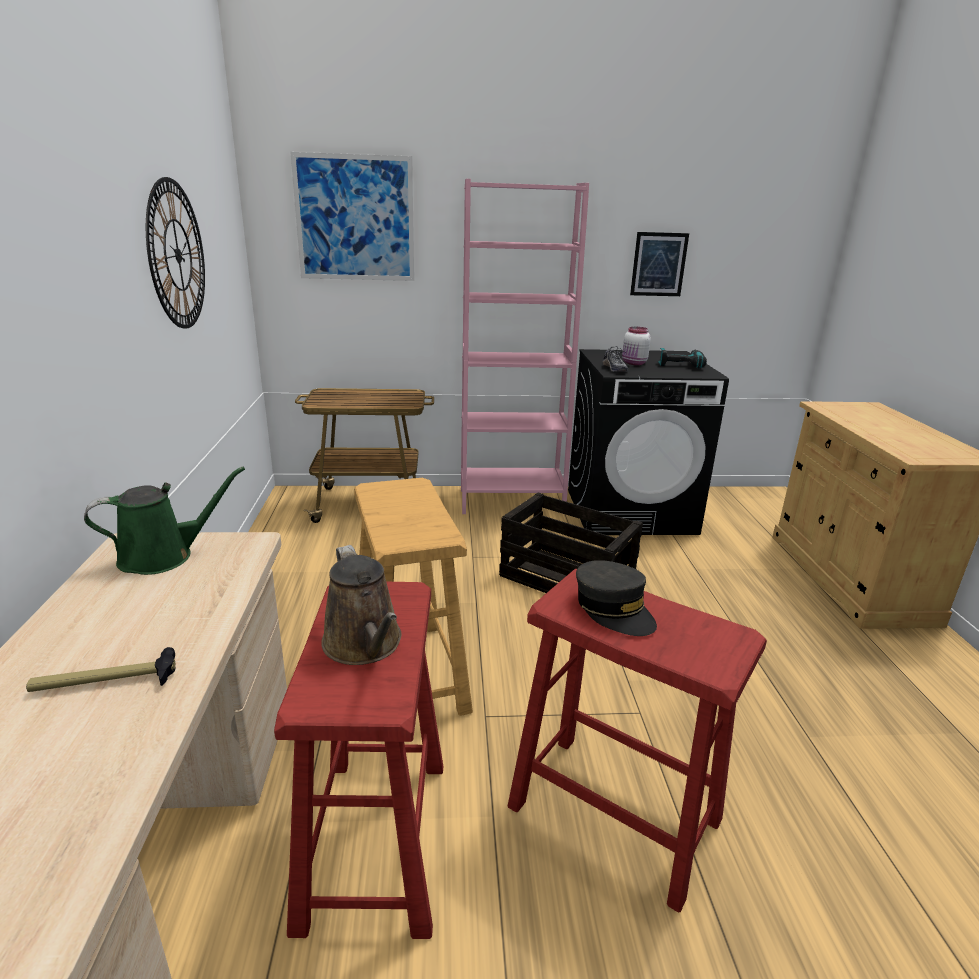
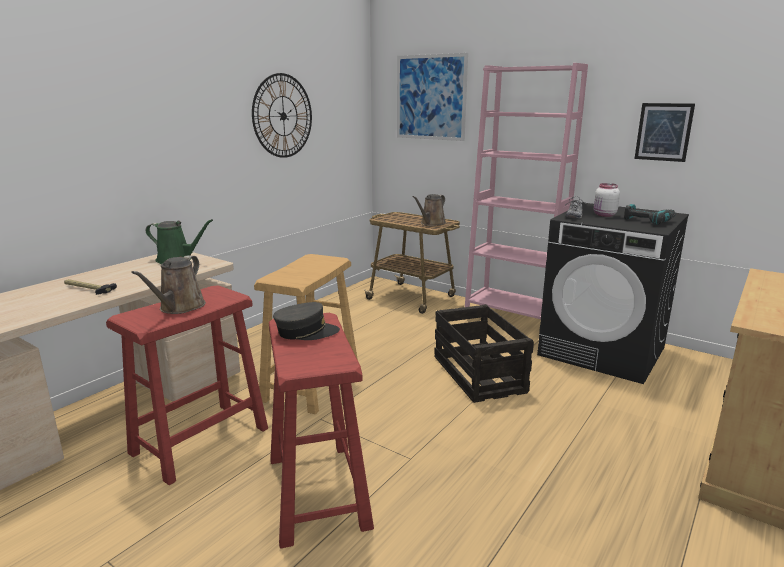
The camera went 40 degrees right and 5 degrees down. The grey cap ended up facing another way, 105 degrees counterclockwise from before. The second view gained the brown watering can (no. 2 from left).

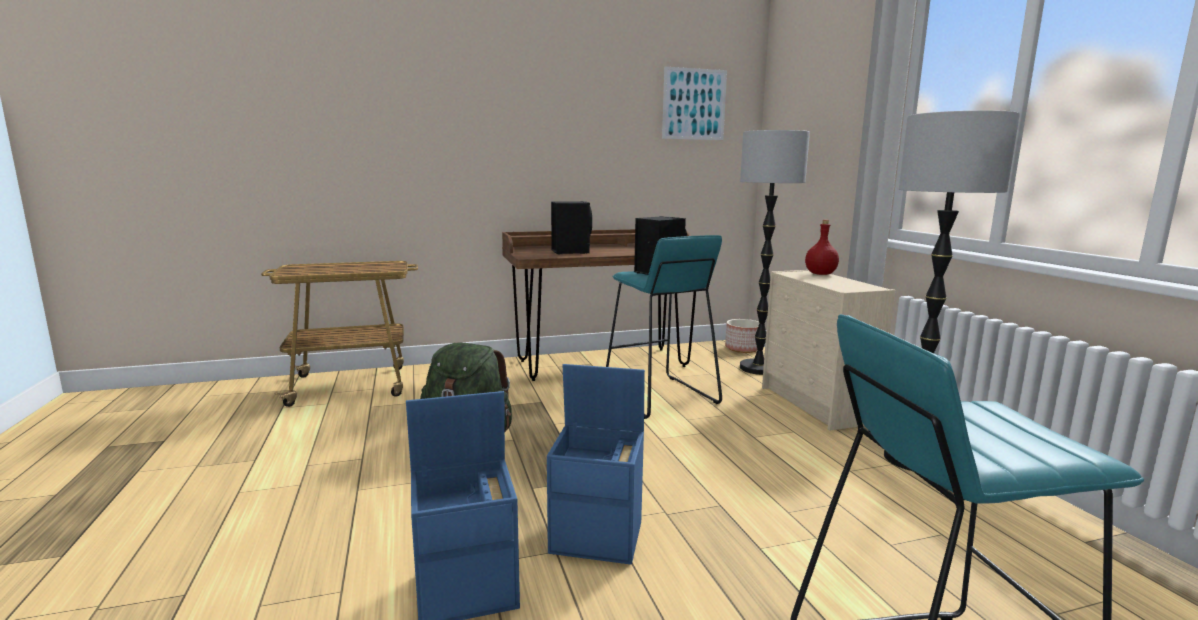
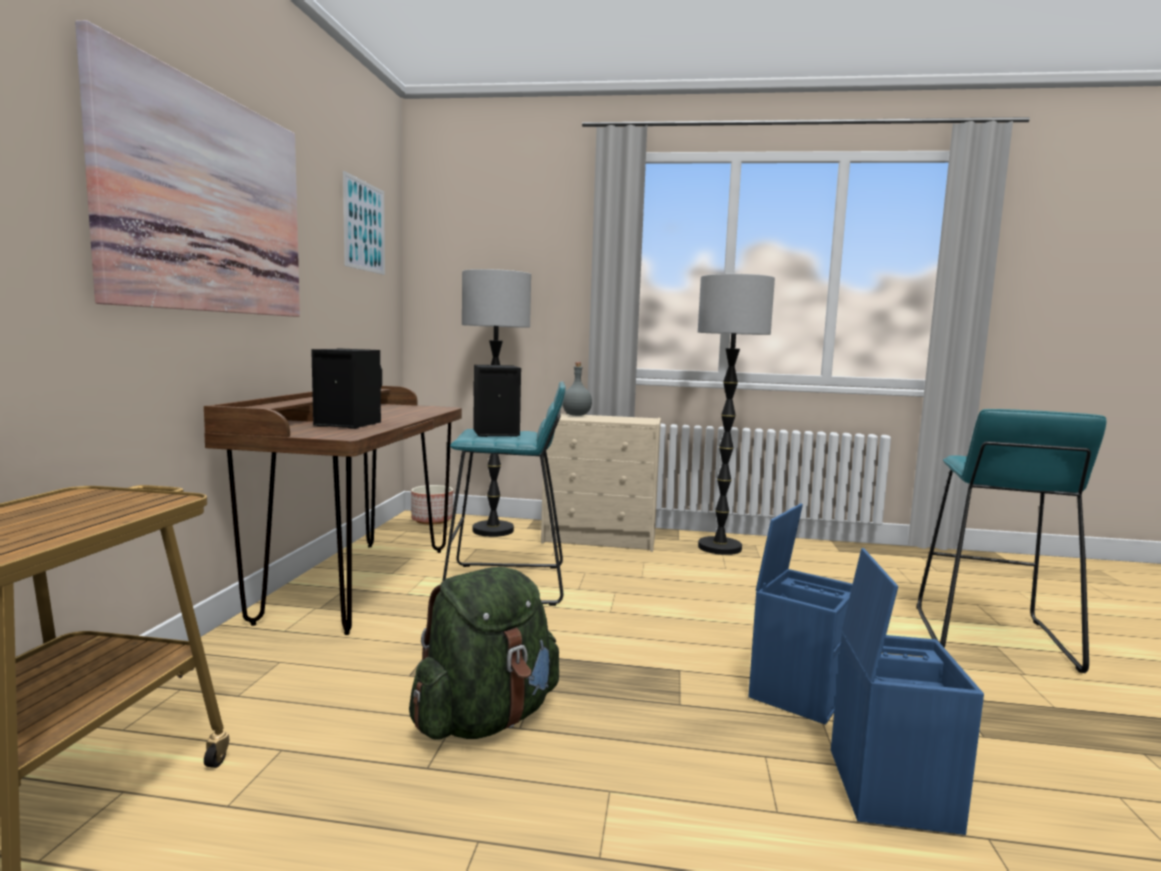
The camera went 65 degrees left and 5 degrees down. What was the red bottle turned into the grey bottle. The second view gained the picture (no. 1 from left).

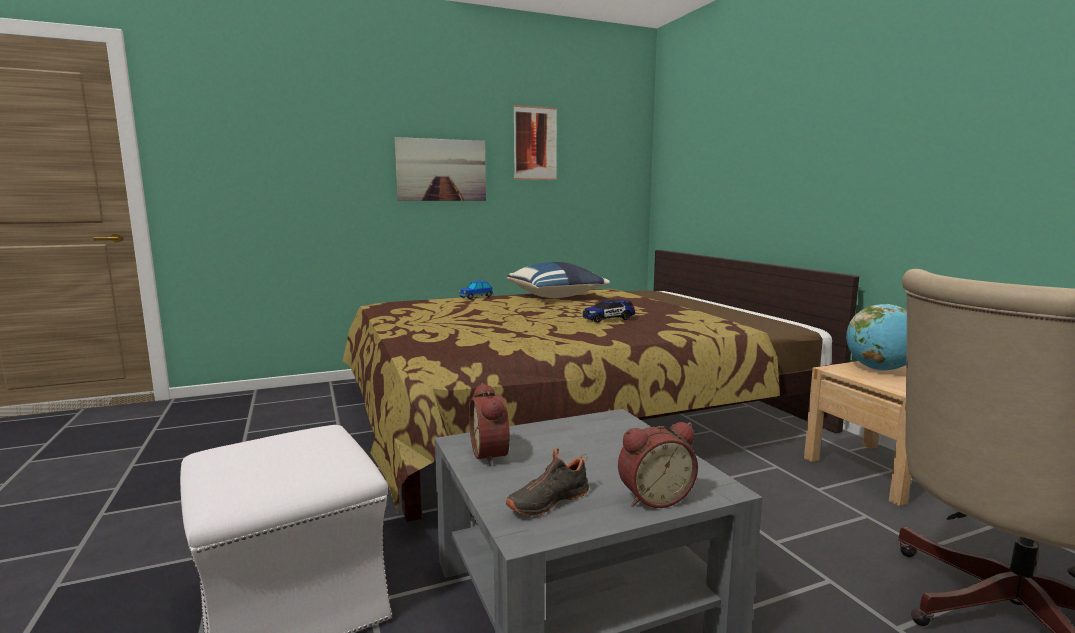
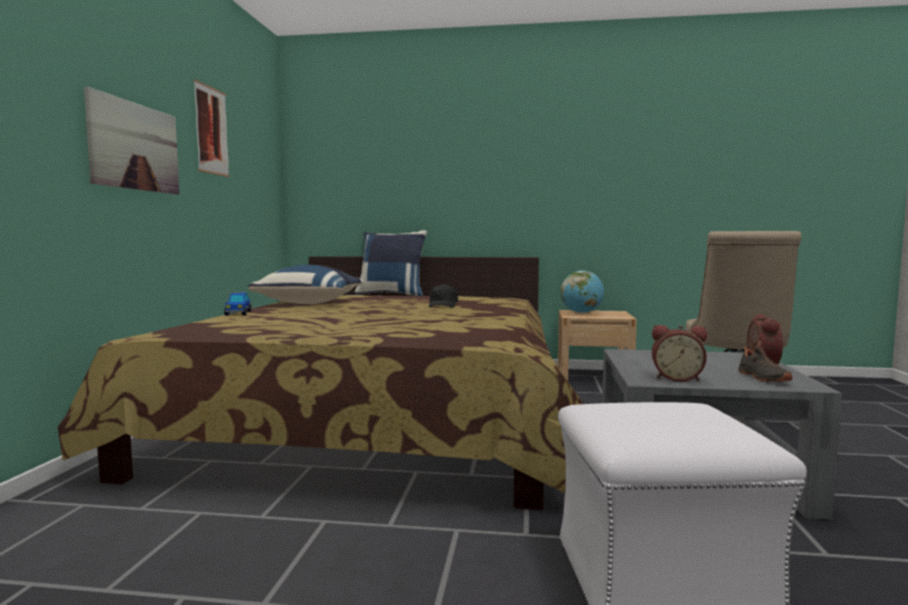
The camera went 60 degrees left and 5 degrees down. Where the toy car (no. 2 from left) stood, the black cap came to stand. The second view gained the blue pillow (no. 2 from left).

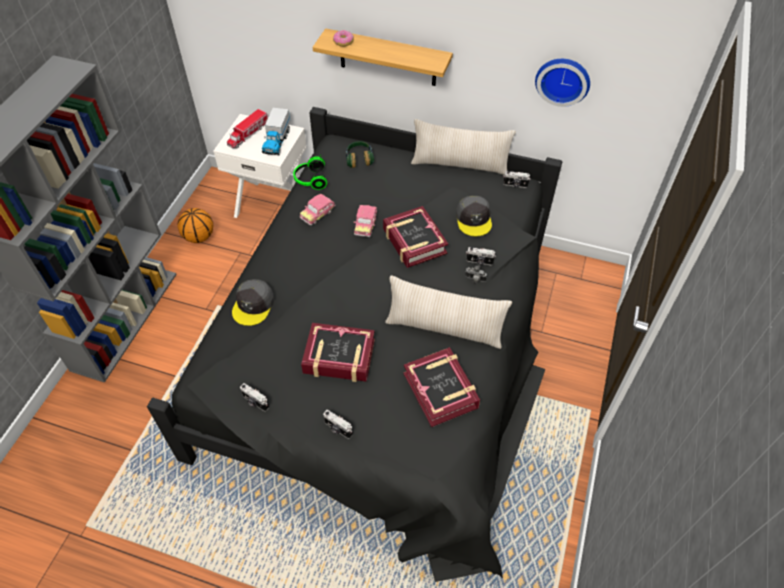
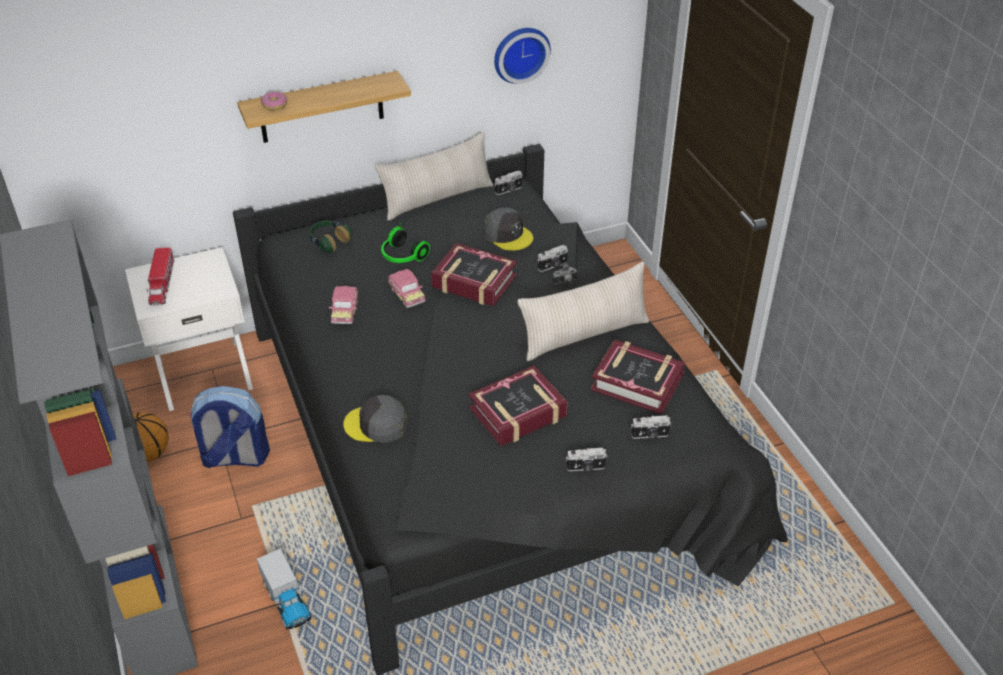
The camera went 40 degrees left and 10 degrees down. The grey cap (no. 1 from left) ended up facing another way, 120 degrees clockwise from before. The photo camera (no. 1 from left in the first image) ended up elsewhere. The toy truck (no. 2 from left) ended up elsewhere. The headphones (no. 1 from left in the first image) ended up elsewhere. The second view gained the backpack.

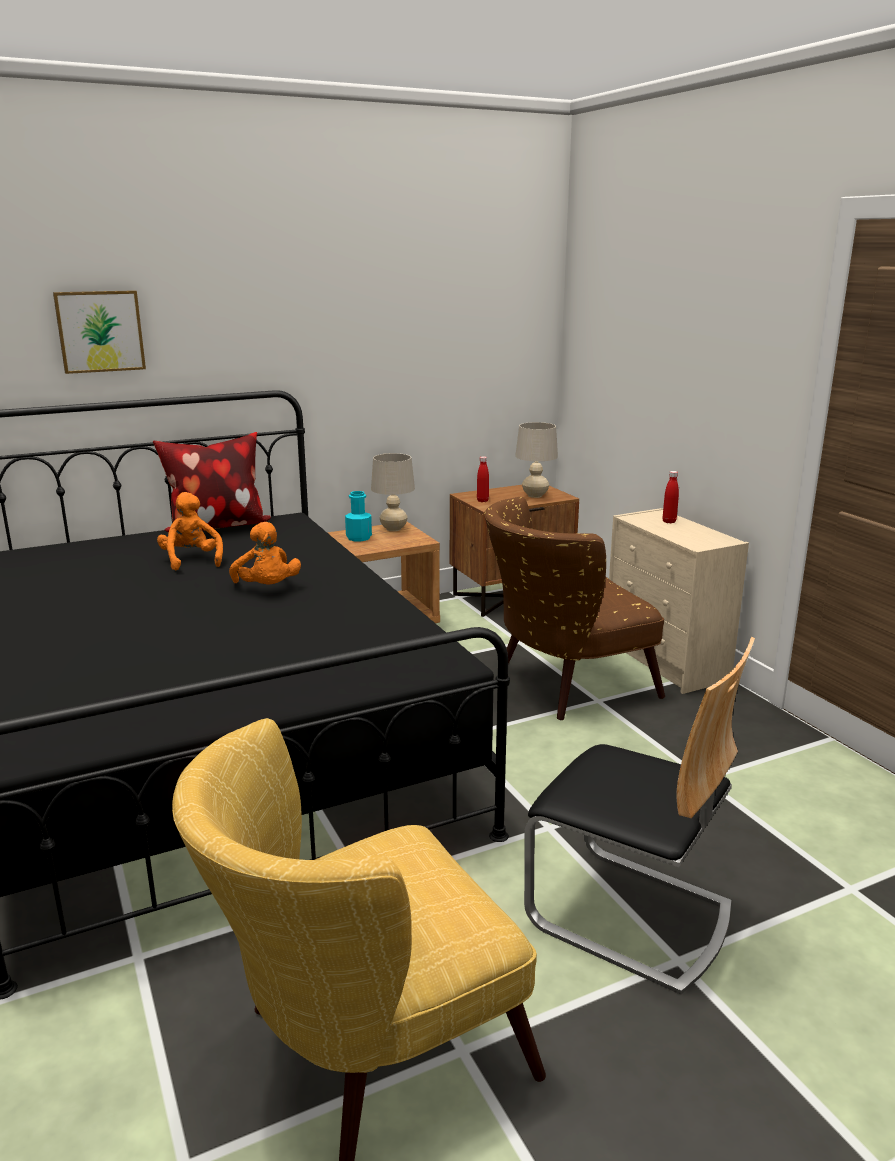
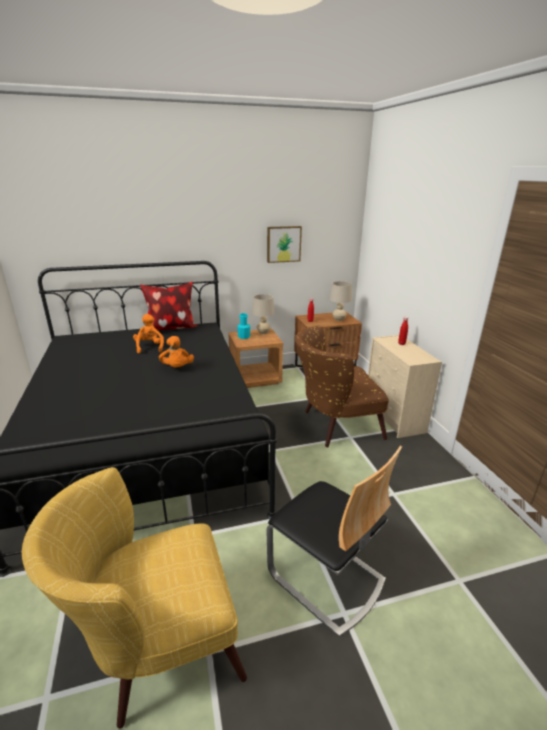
The camera went 10 degrees right and 5 degrees up. The picture ended up elsewhere.

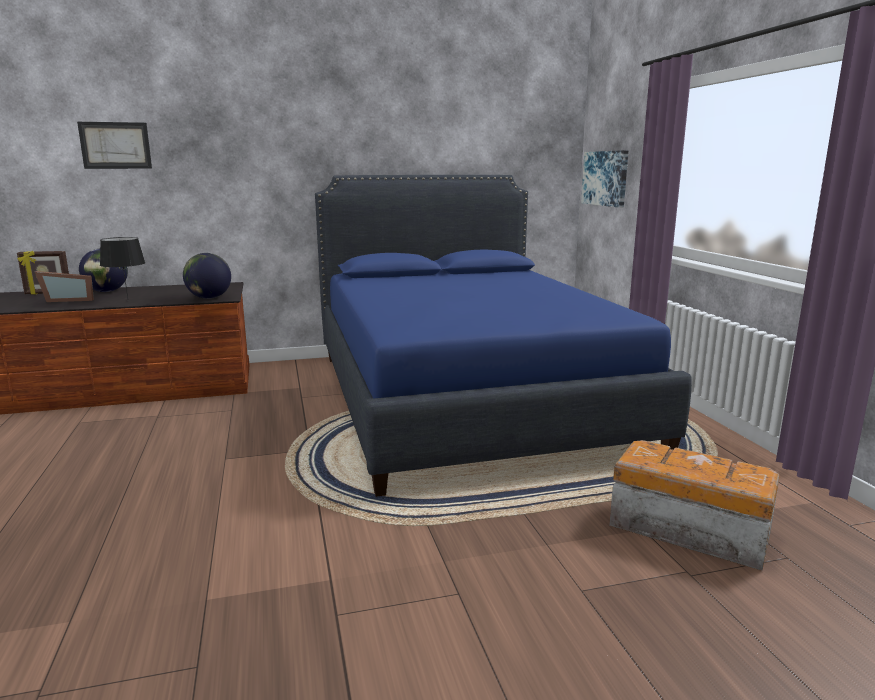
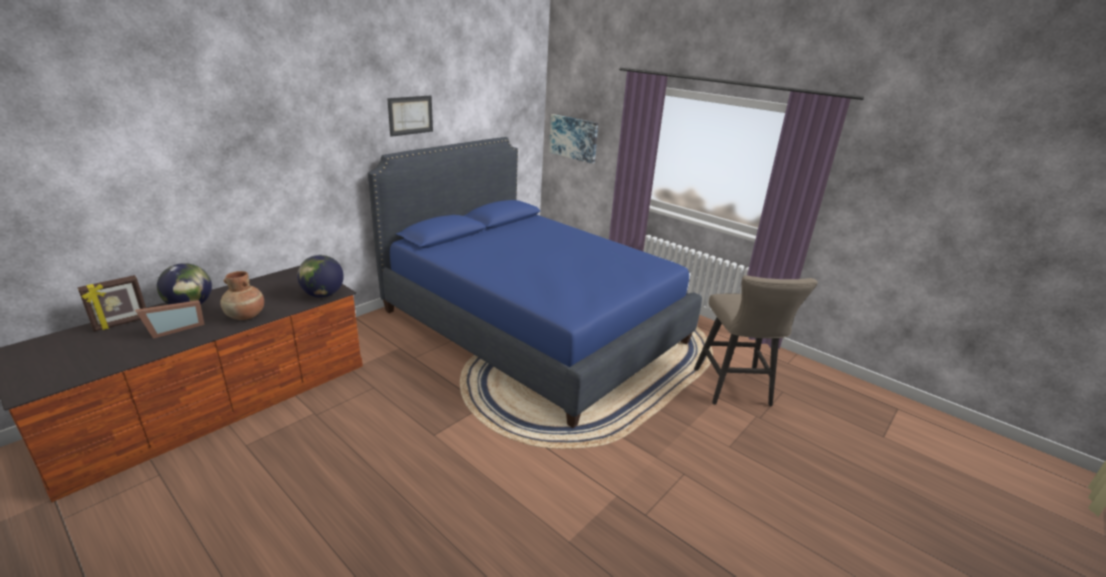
The camera went 35 degrees left and 10 degrees up. The picture (no. 1 from left) ended up elsewhere. Where the black table lamp stood, the brown vase came to stand. Where the storage box stood, the beige stool came to stand.

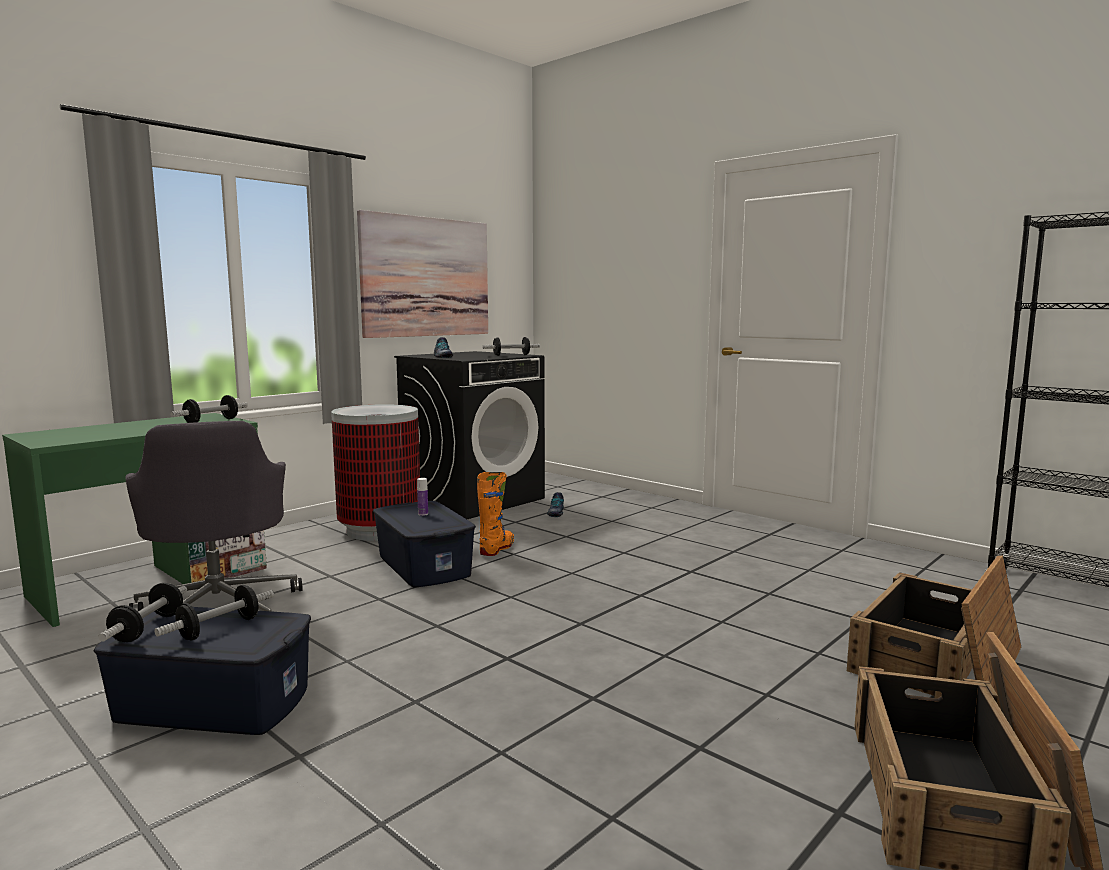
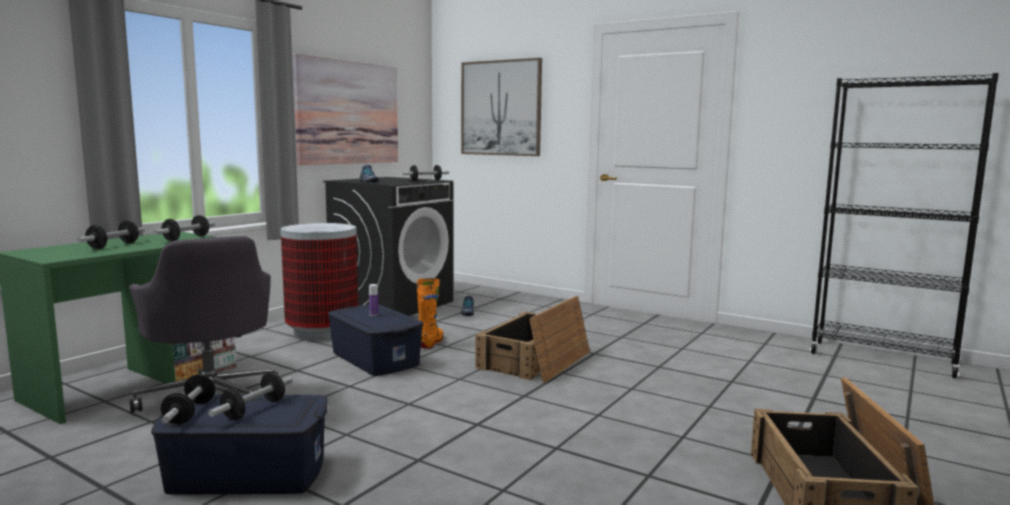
The camera went 10 degrees left and 0 degrees up. The crate (no. 1 from left) ended up elsewhere. The second view gained the dumbbell (no. 1 from left). The second view gained the picture (no. 2 from left).

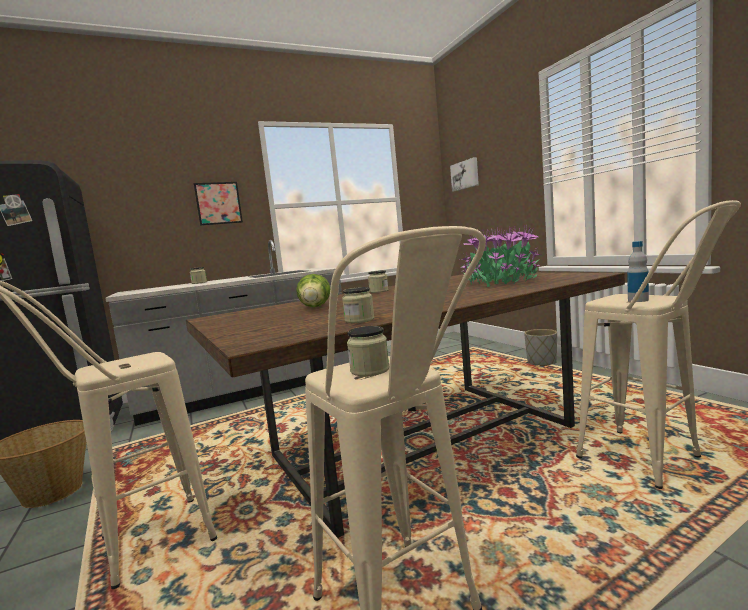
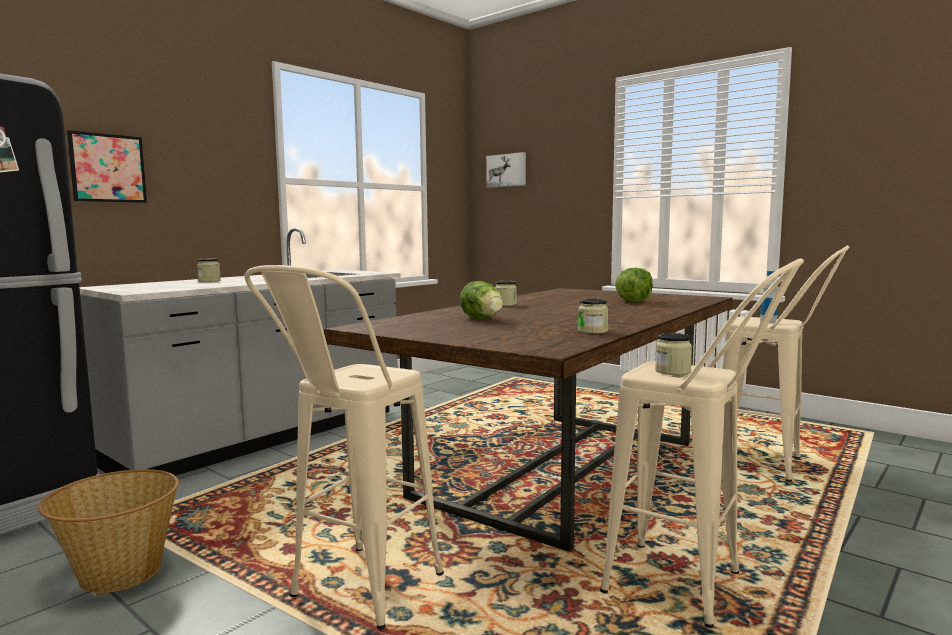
The camera went 25 degrees left and 0 degrees up. The picture (no. 1 from left) ended up elsewhere. Where the potted plant stood, the lettuce (no. 2 from left) came to stand. The second view lost the grey planter.

